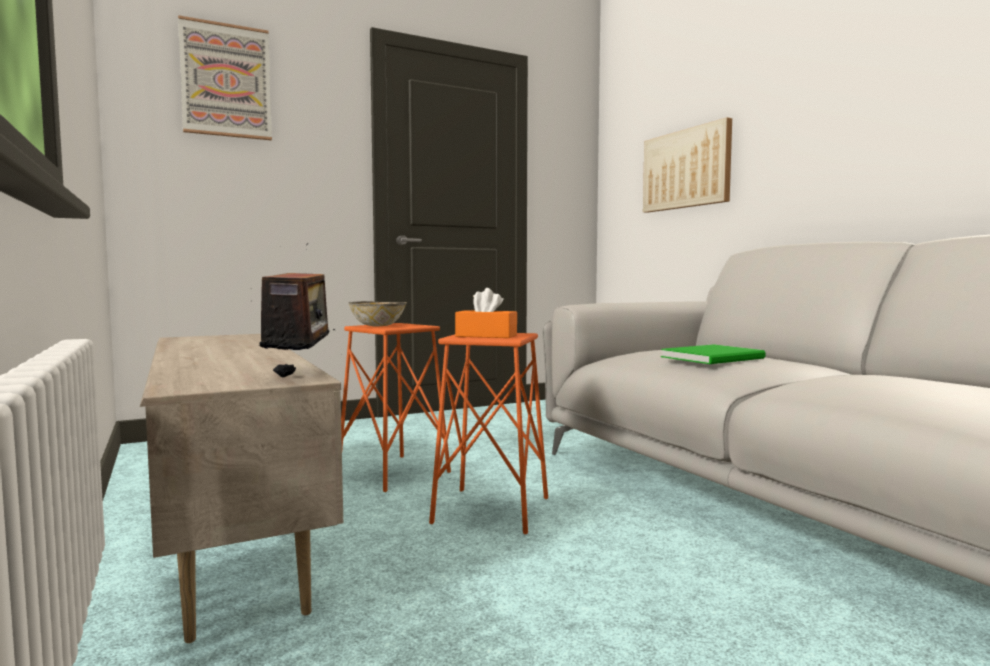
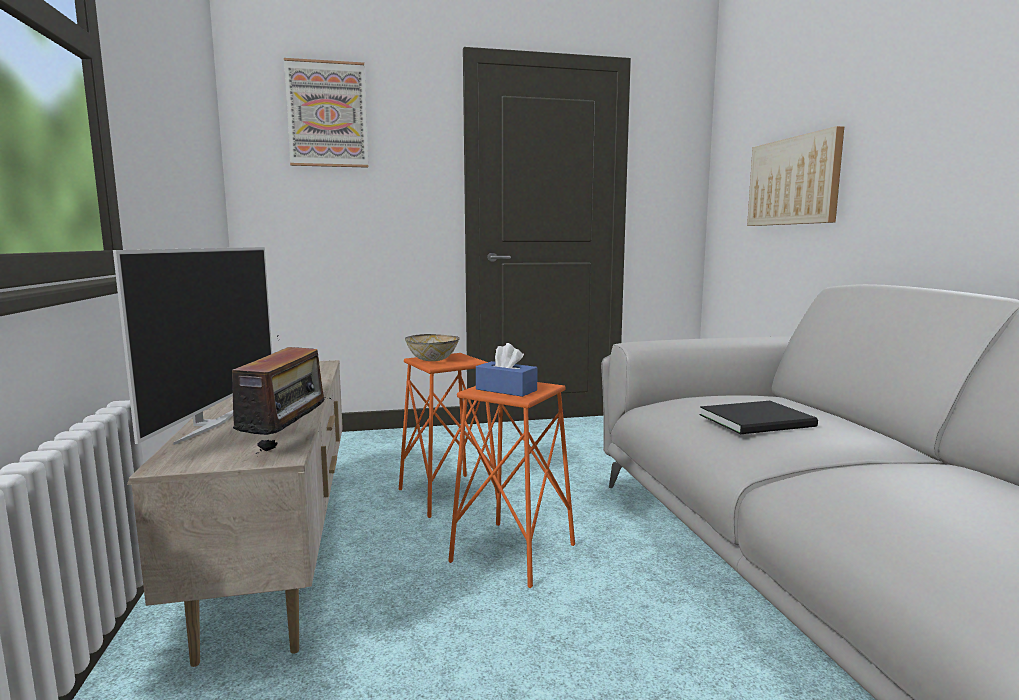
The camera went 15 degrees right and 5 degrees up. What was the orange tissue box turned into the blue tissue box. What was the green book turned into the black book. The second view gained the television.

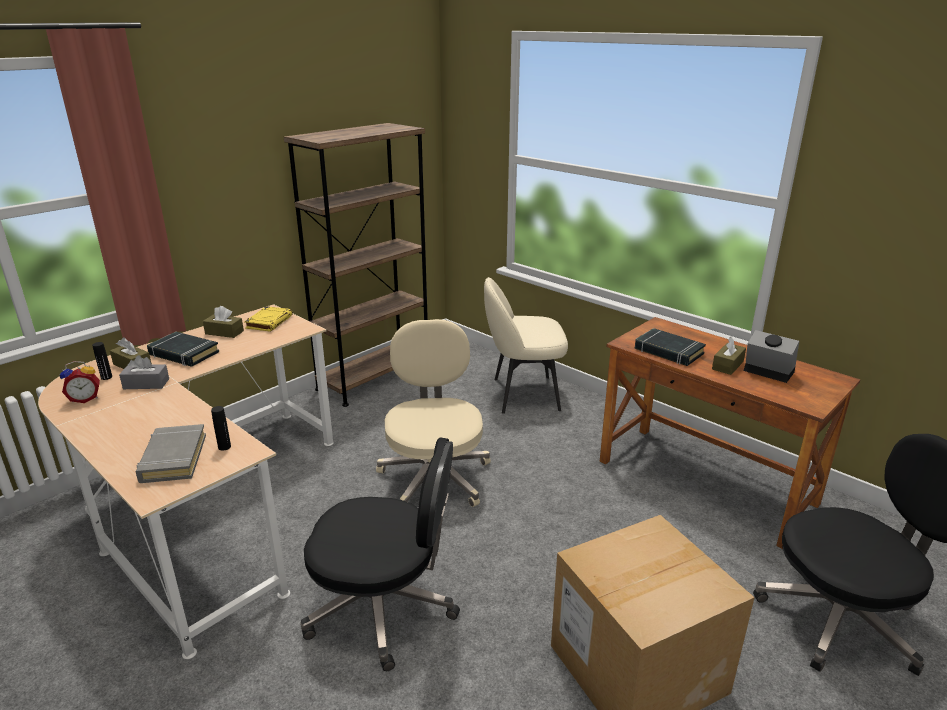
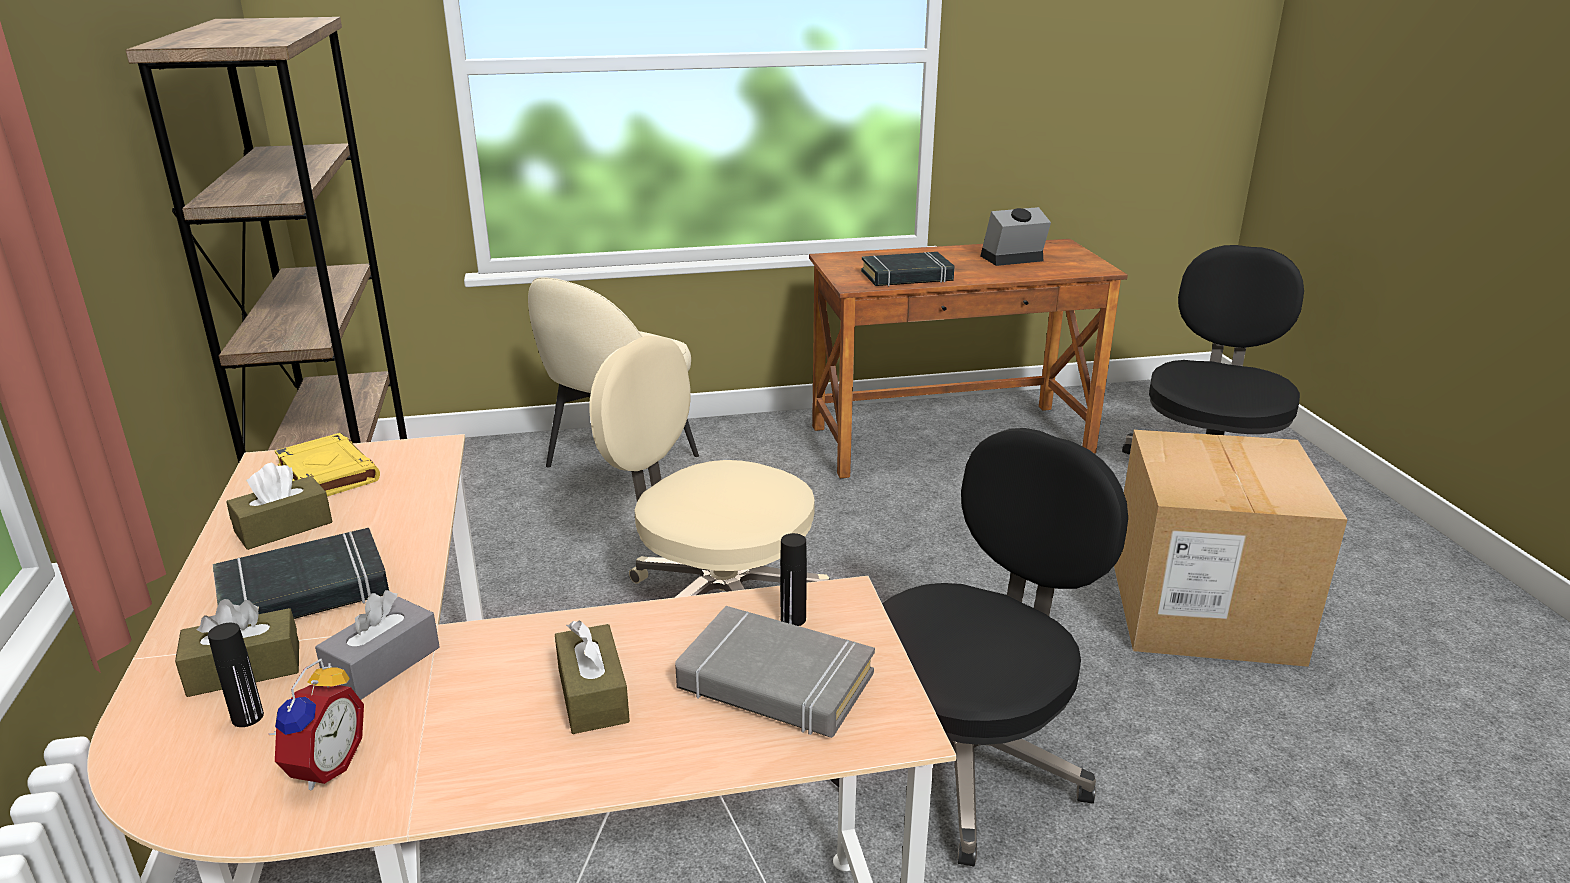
The camera went 55 degrees left and 0 degrees up. The brown tissue box (no. 3 from left) ended up elsewhere.

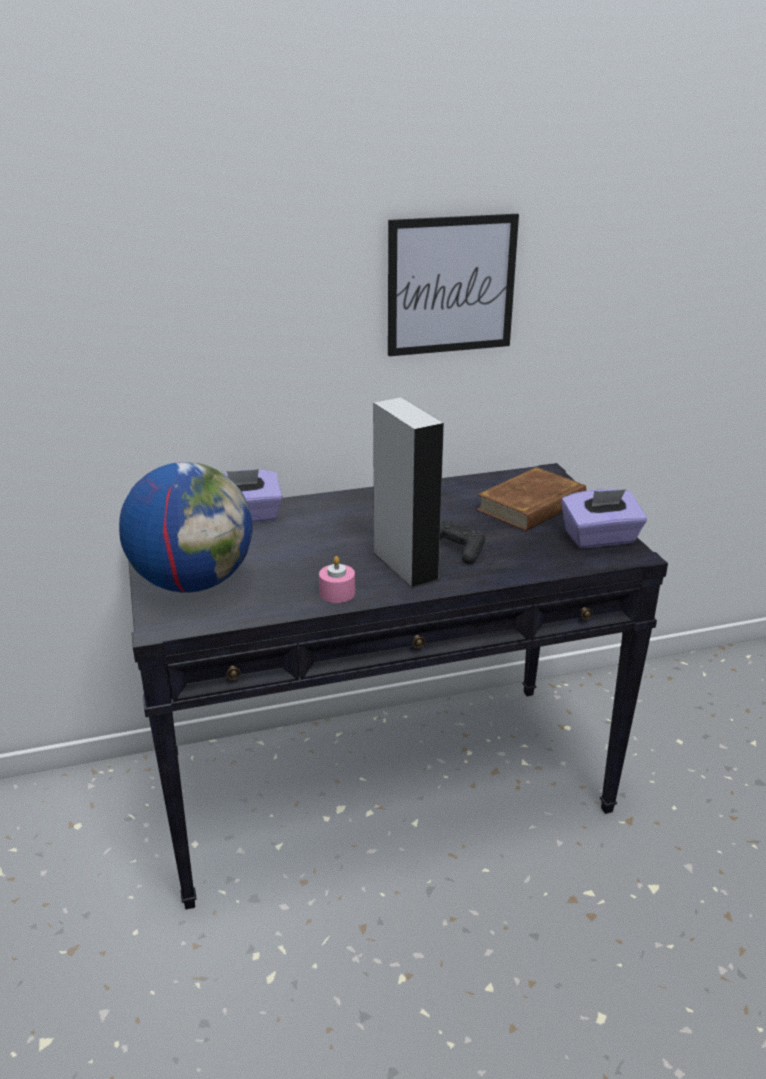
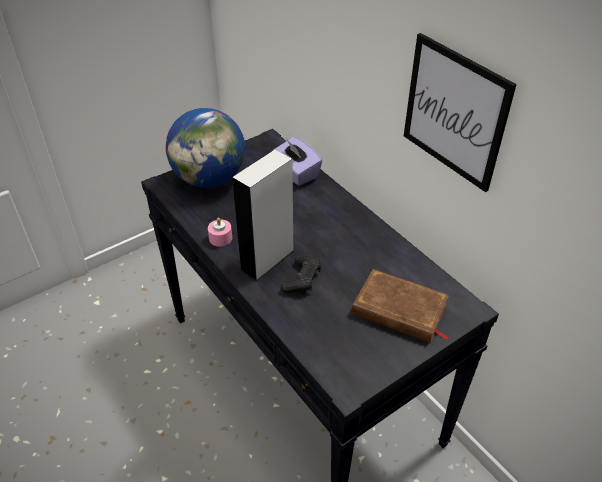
The camera went 70 degrees right and 15 degrees up. The second view lost the purple tissue box (no. 2 from left).

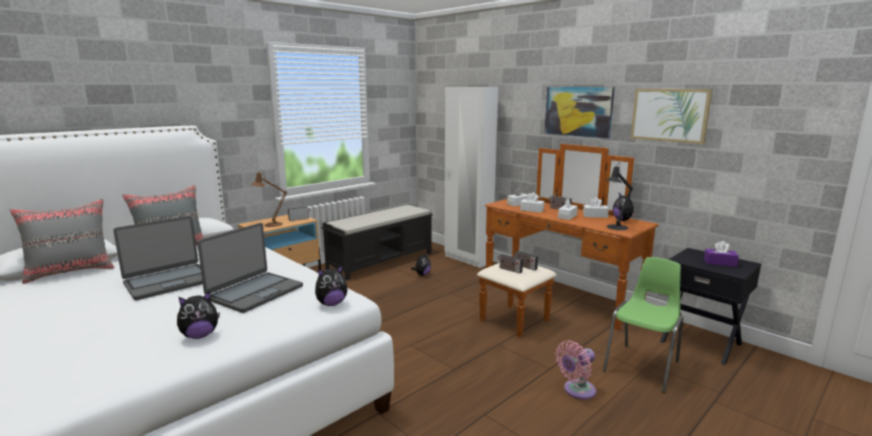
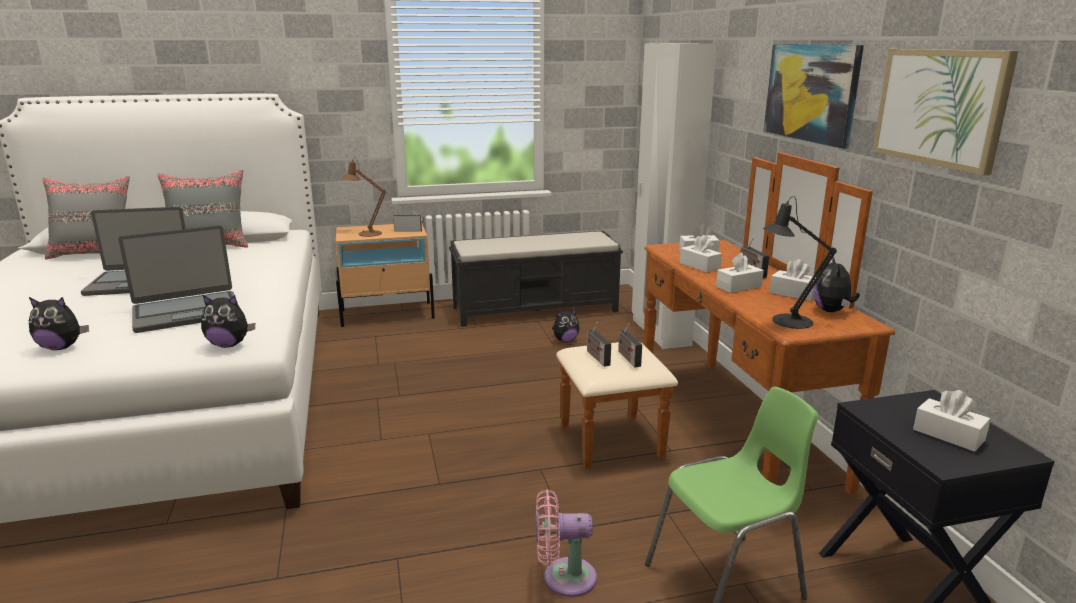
The camera went 30 degrees right and 5 degrees up. What was the purple tissue box turned into the white tissue box (no. 5 from left).

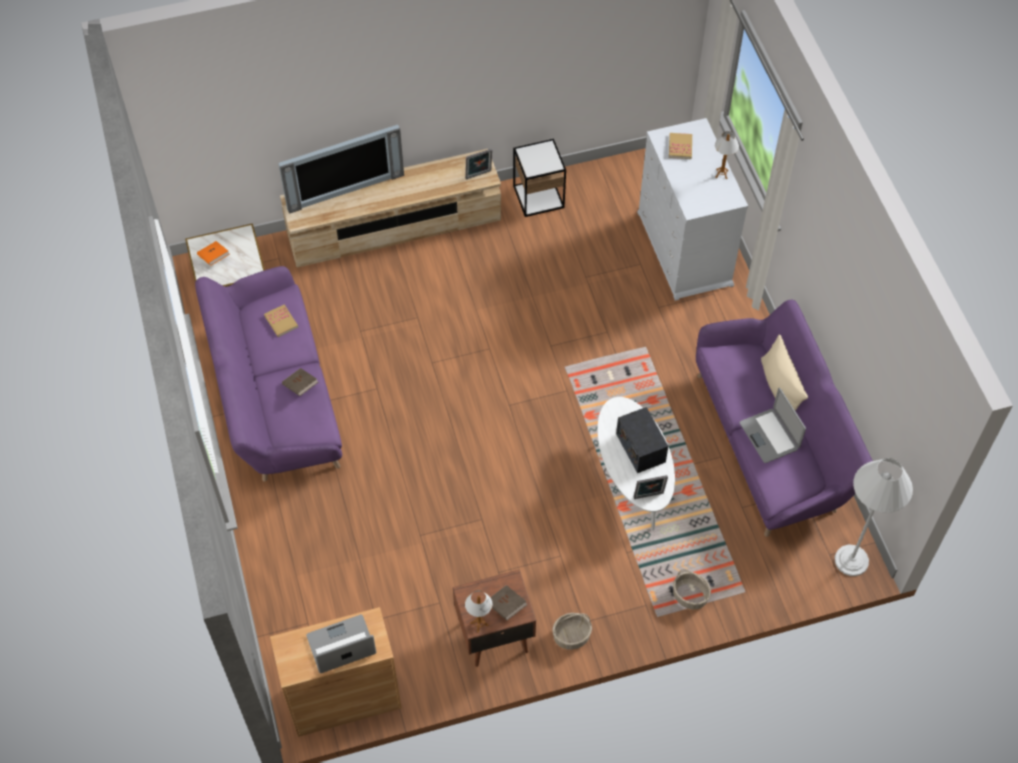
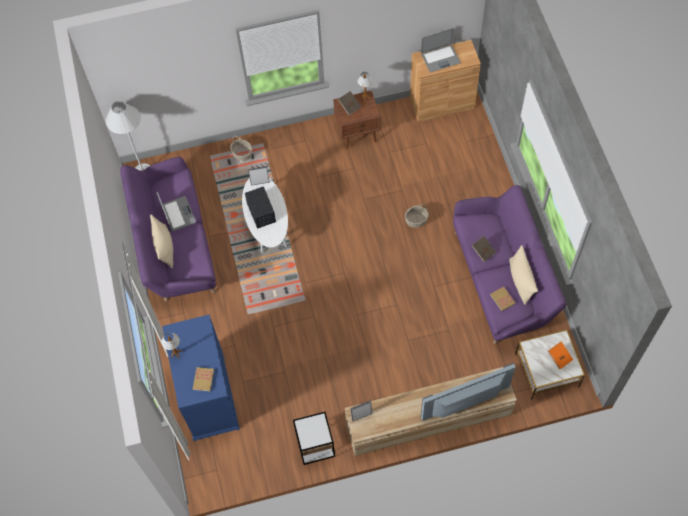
The camera went 175 degrees left and 5 degrees up. The basket (no. 1 from left in the first image) ended up elsewhere. What was the white dresser turned into the blue dresser. The second view gained the beige pillow (no. 2 from left).

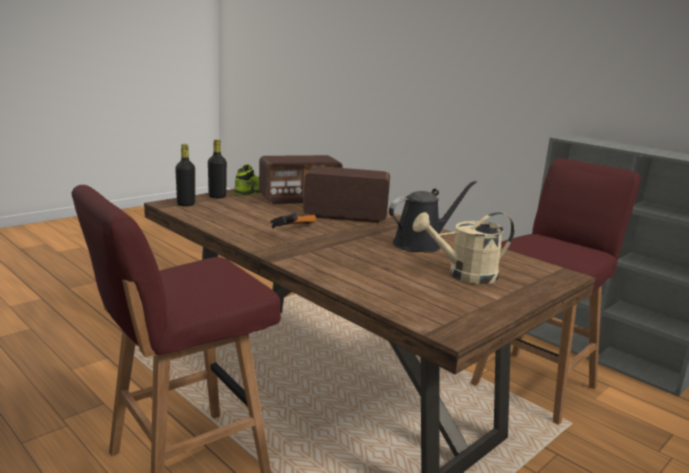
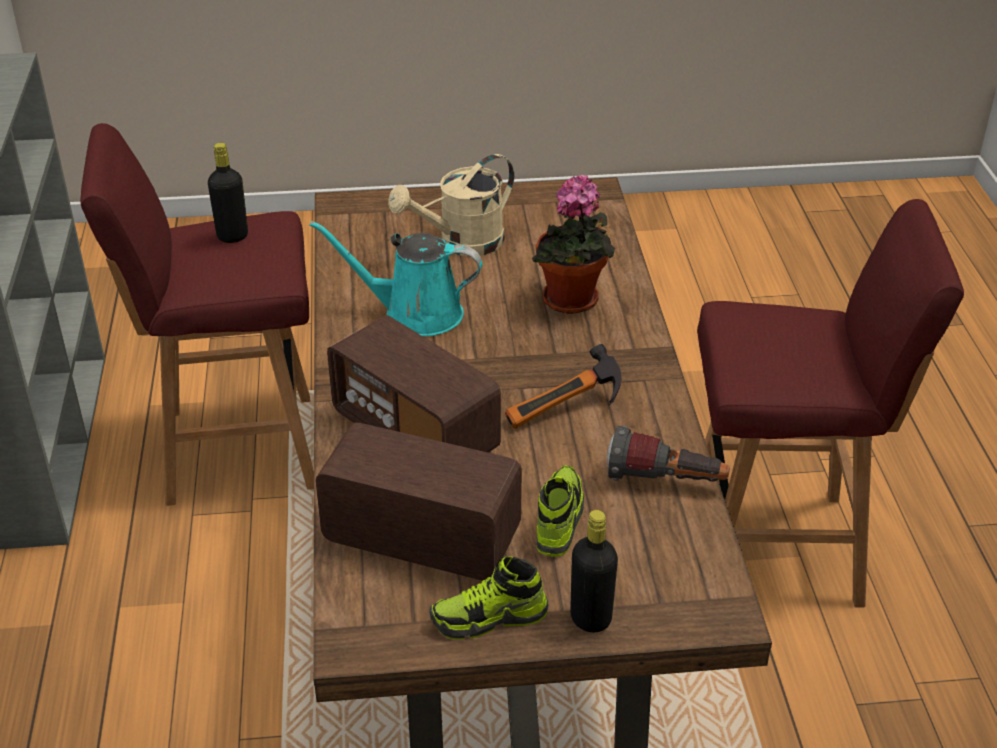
The camera went 140 degrees left and 20 degrees up. The black bottle (no. 1 from left) ended up elsewhere. What was the black watering can turned into the turquoise watering can. The beige watering can ended up facing another way, 120 degrees clockwise from before. The second view gained the potted plant. The second view gained the shoe (no. 2 from left). The second view gained the flashlight.

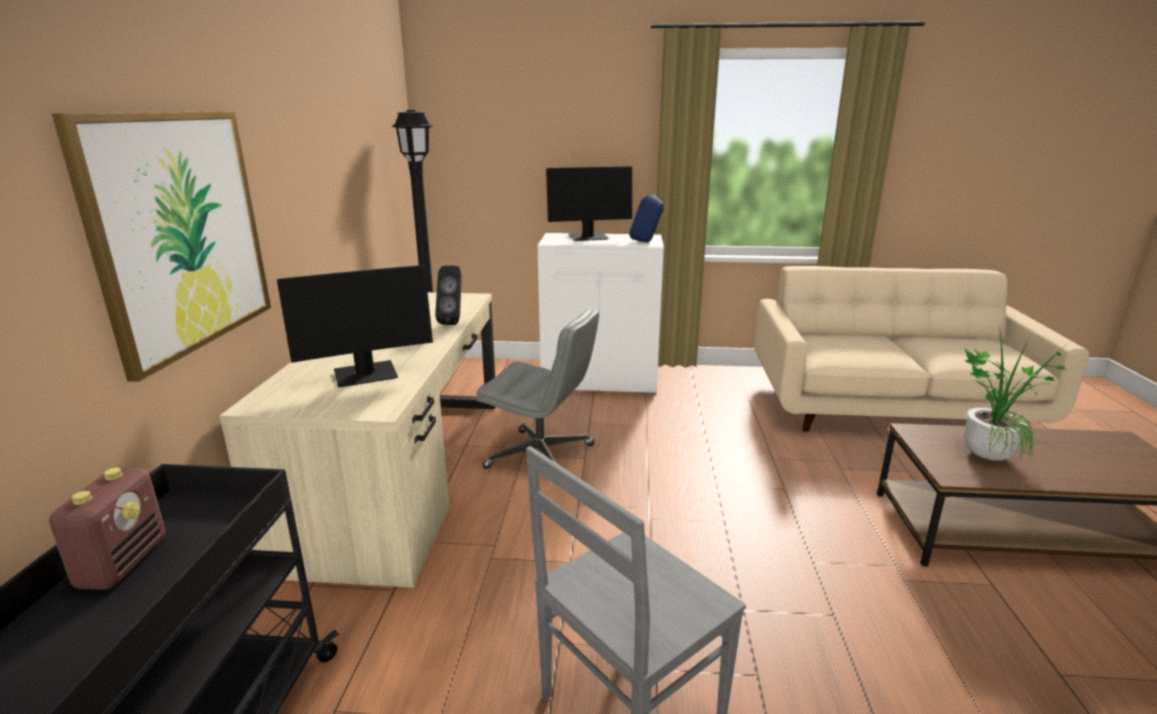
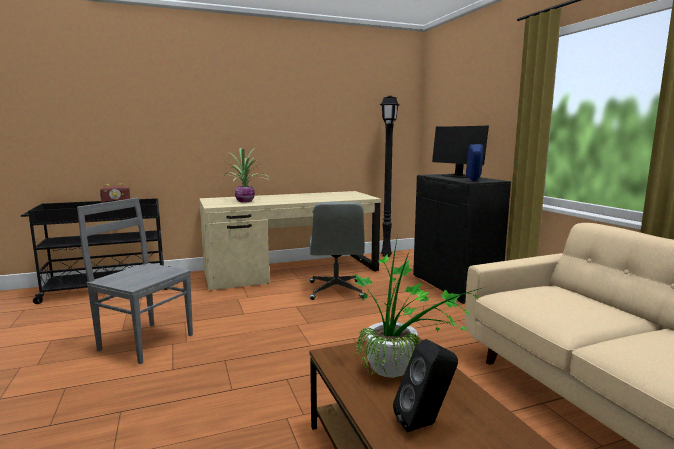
The camera went 65 degrees right and 10 degrees down. The second view lost the picture. Where the monitor (no. 1 from left) stood, the potted plant (no. 1 from left) came to stand. The black speaker ended up elsewhere. What was the white cabinet turned into the black cabinet.

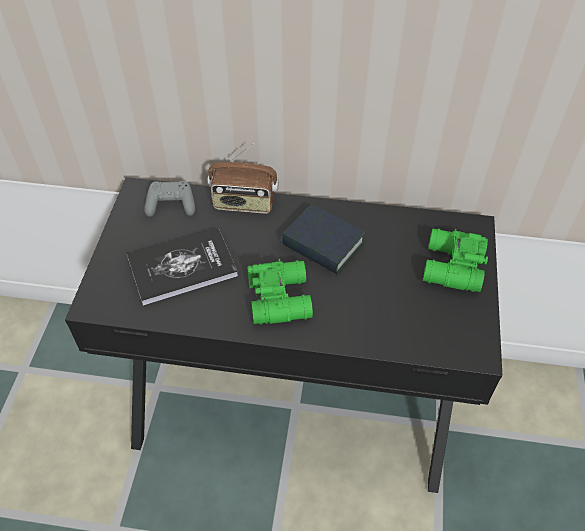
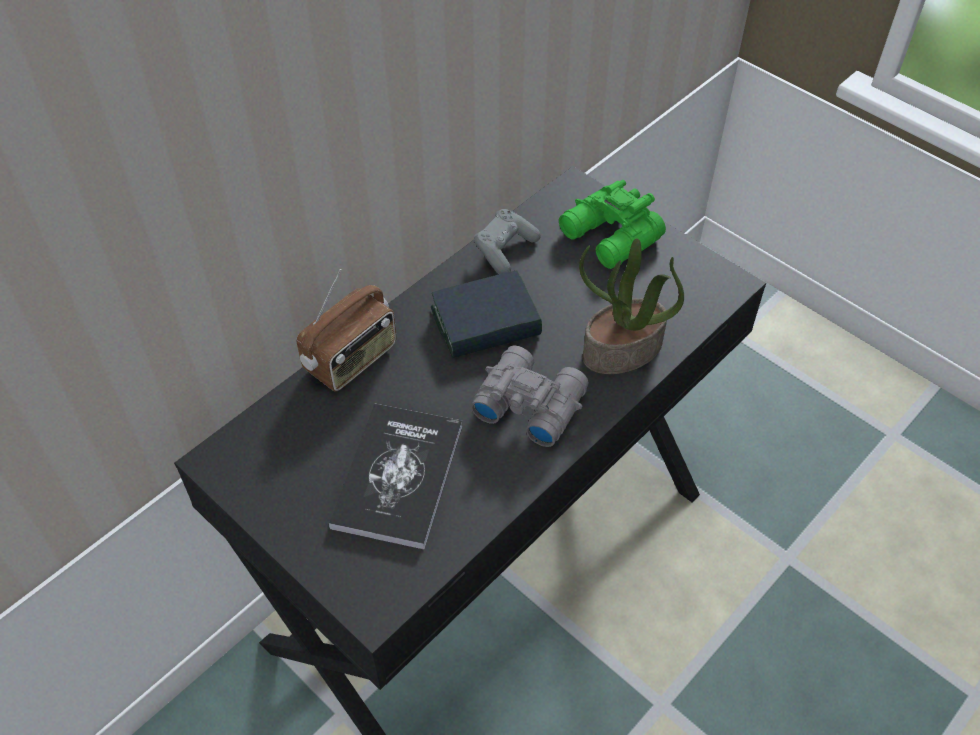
The camera went 55 degrees left and 0 degrees up. The grey game controller ended up elsewhere. What was the green binoculars (no. 1 from left) turned into the grey binoculars. The second view gained the potted plant.

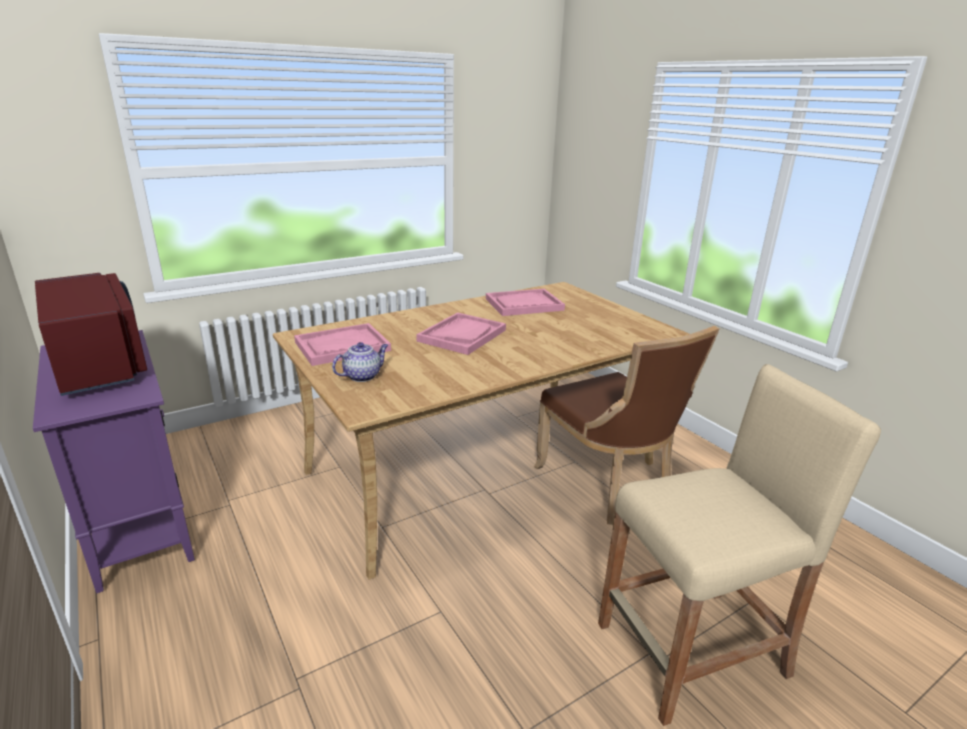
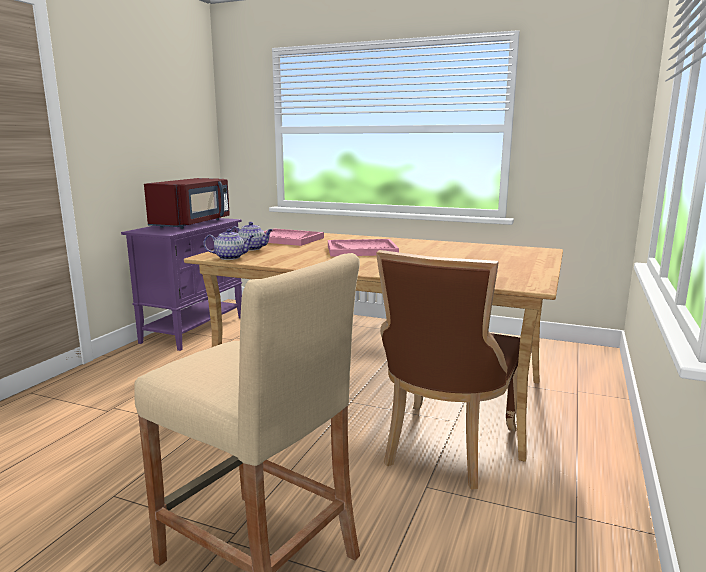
The camera went 55 degrees right and 10 degrees down. The second view lost the pink tray (no. 3 from left). The second view gained the teapot (no. 1 from left).

